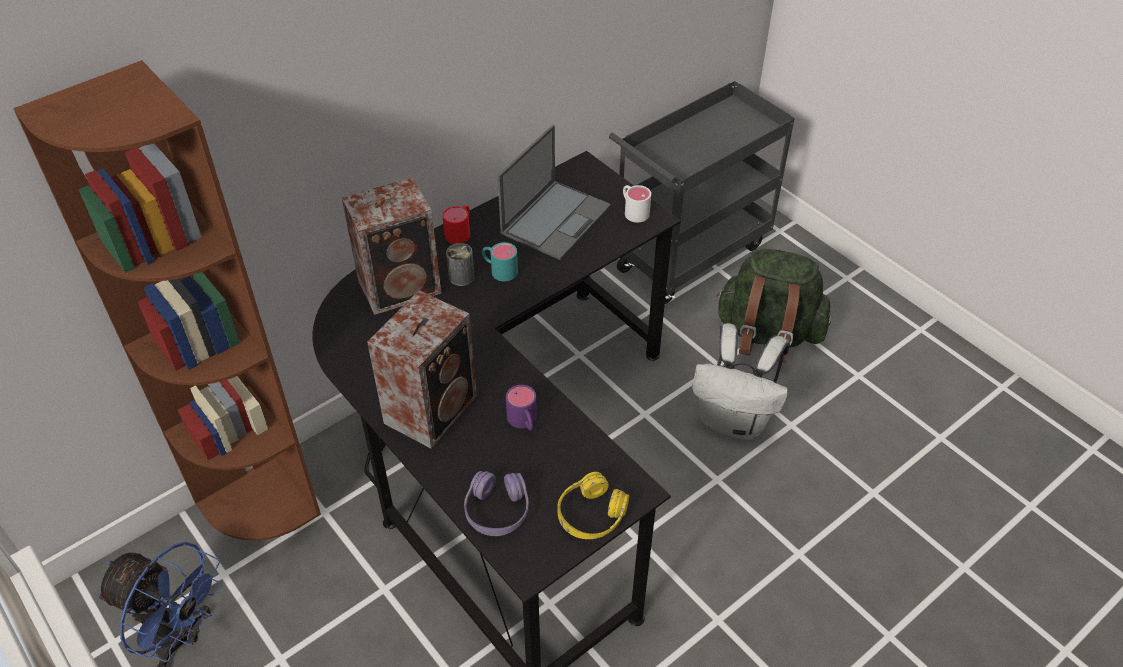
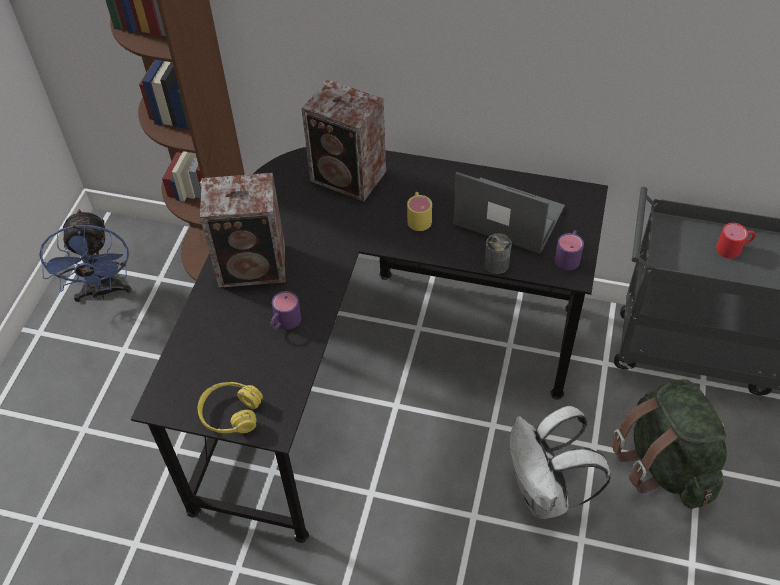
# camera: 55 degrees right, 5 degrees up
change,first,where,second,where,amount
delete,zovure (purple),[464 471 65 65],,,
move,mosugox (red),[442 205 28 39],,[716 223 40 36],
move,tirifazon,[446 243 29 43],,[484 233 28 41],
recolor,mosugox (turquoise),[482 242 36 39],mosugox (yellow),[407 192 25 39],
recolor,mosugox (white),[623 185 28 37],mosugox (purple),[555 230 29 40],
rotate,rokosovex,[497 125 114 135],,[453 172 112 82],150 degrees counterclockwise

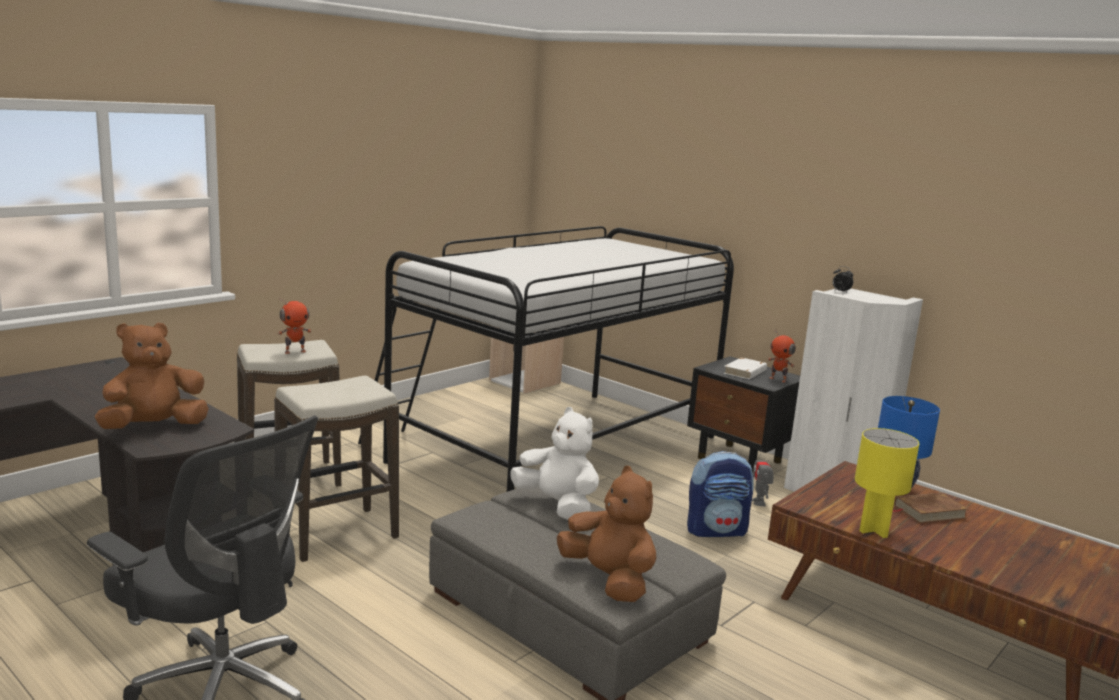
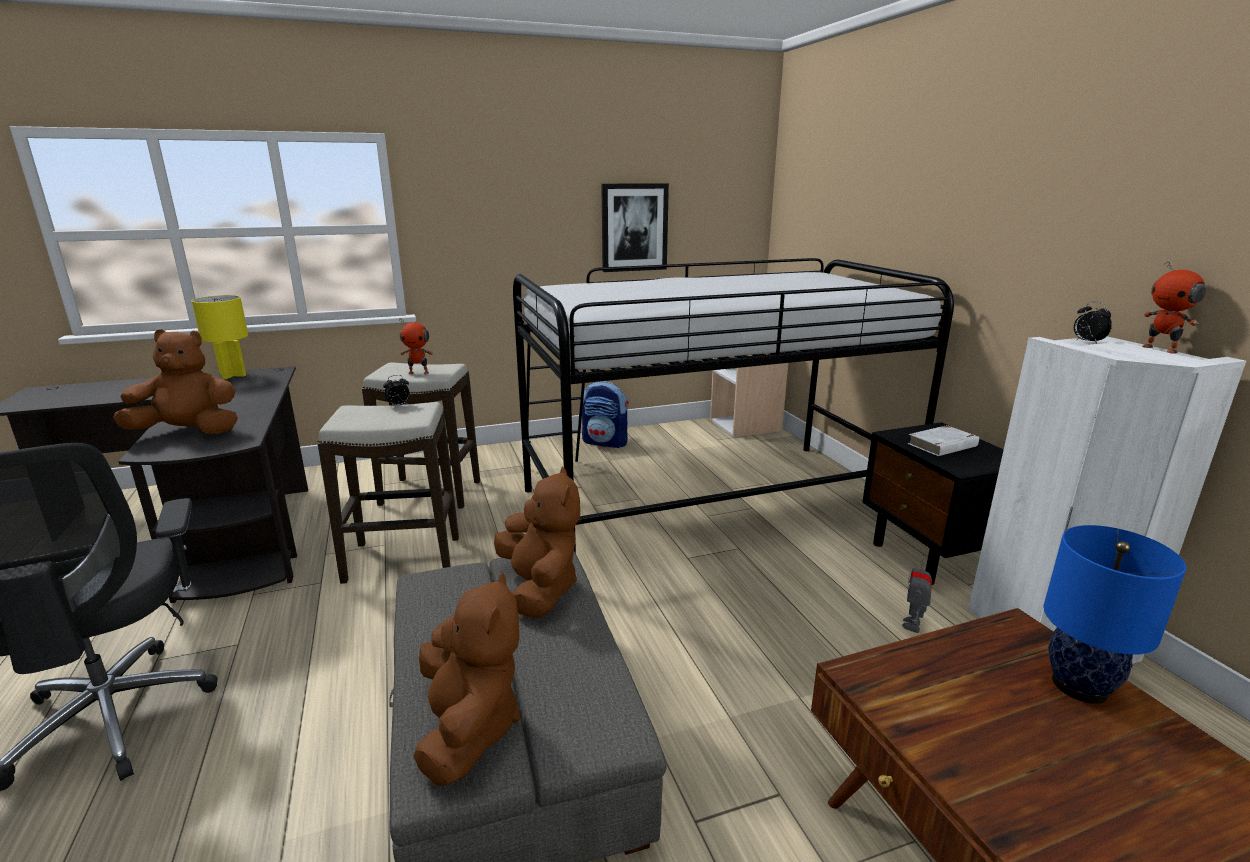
# camera: 30 degrees right, 5 degrees up
change,first,where,second,where,amount
delete,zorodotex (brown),[892 493 76 30],,,
insert,,,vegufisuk,[383 375 26 32],
insert,,,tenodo,[601 183 68 89],
move,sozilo,[687 451 67 86],,[582 381 47 67],
move,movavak,[768 330 28 53],,[1142 261 64 93],
move,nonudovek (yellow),[855 428 64 110],,[192 295 56 84],
recolor,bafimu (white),[510 407 89 113],bafimu (brown),[494 467 86 152],

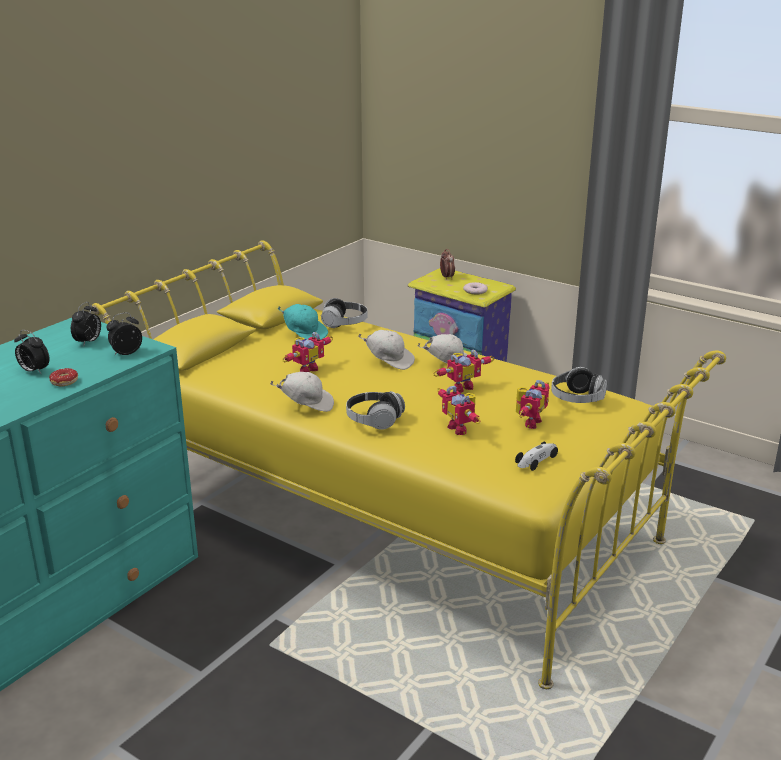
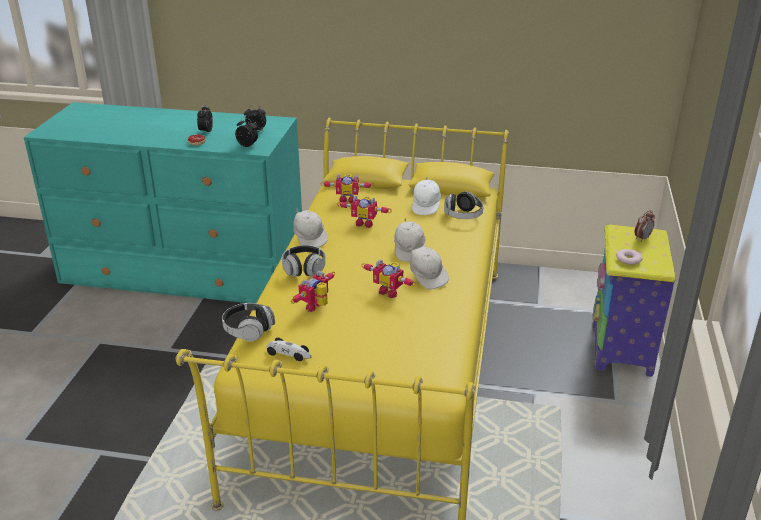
# camera: 65 degrees right, 5 degrees up
change,first,where,second,where,amount
move,movavak,[516 380 34 49],,[320 174 54 29],
move,zovure,[551 367 56 36],,[222 303 53 38],
recolor,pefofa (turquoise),[278 304 50 36],pefofa (white),[412 178 29 37],

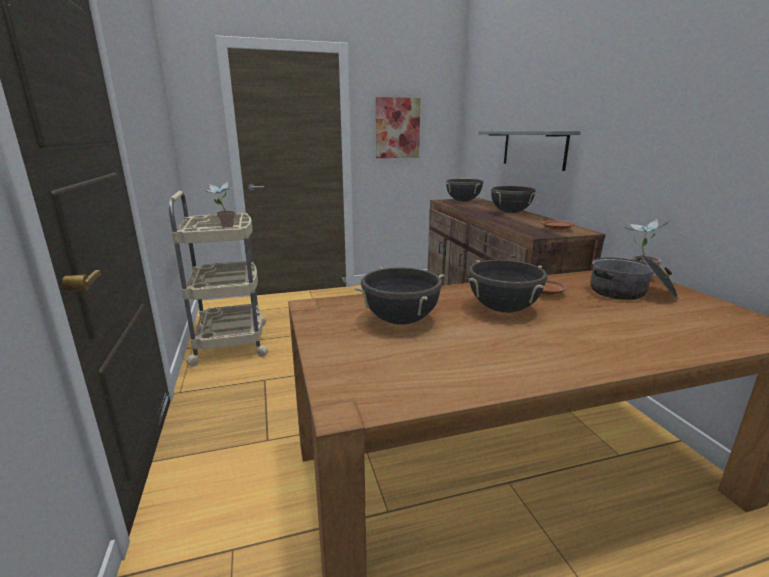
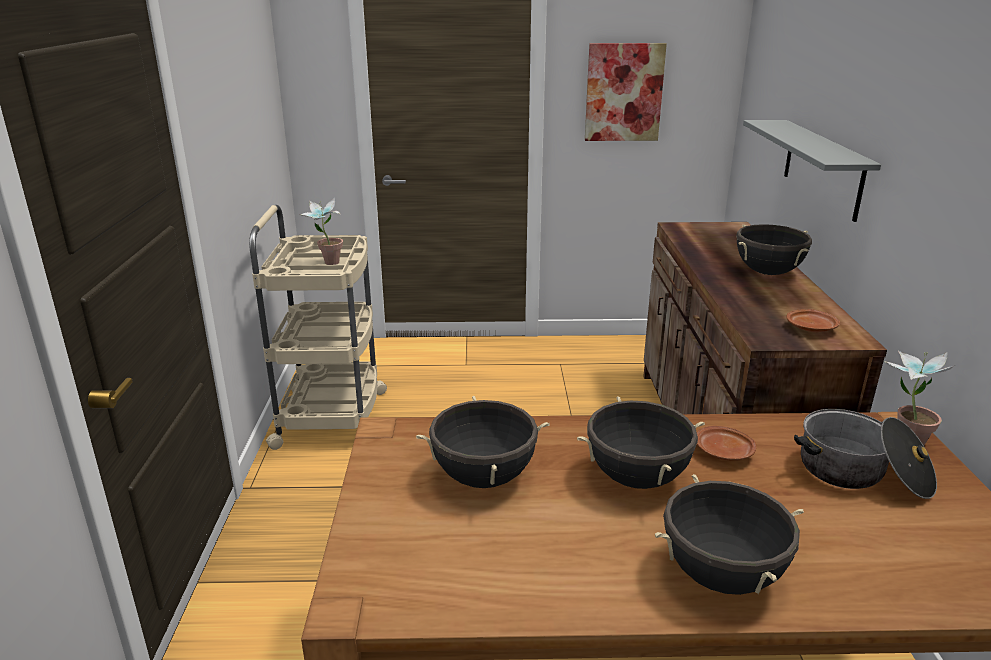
# camera: 15 degrees right, 5 degrees up
change,first,where,second,where,amount
move,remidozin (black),[446 179 37 23],,[655 474 149 121],

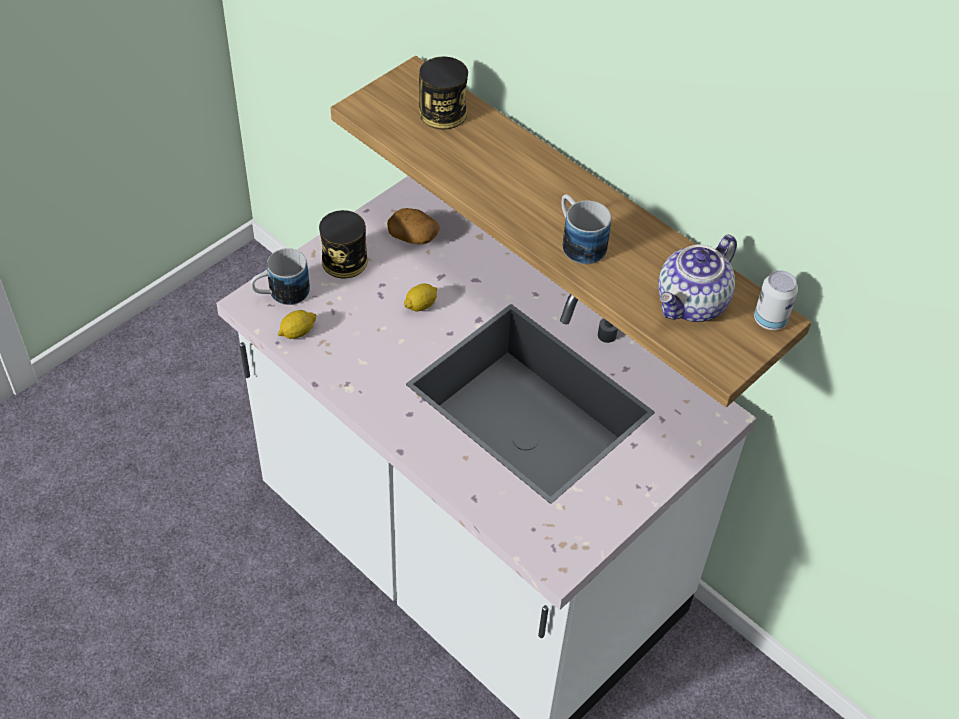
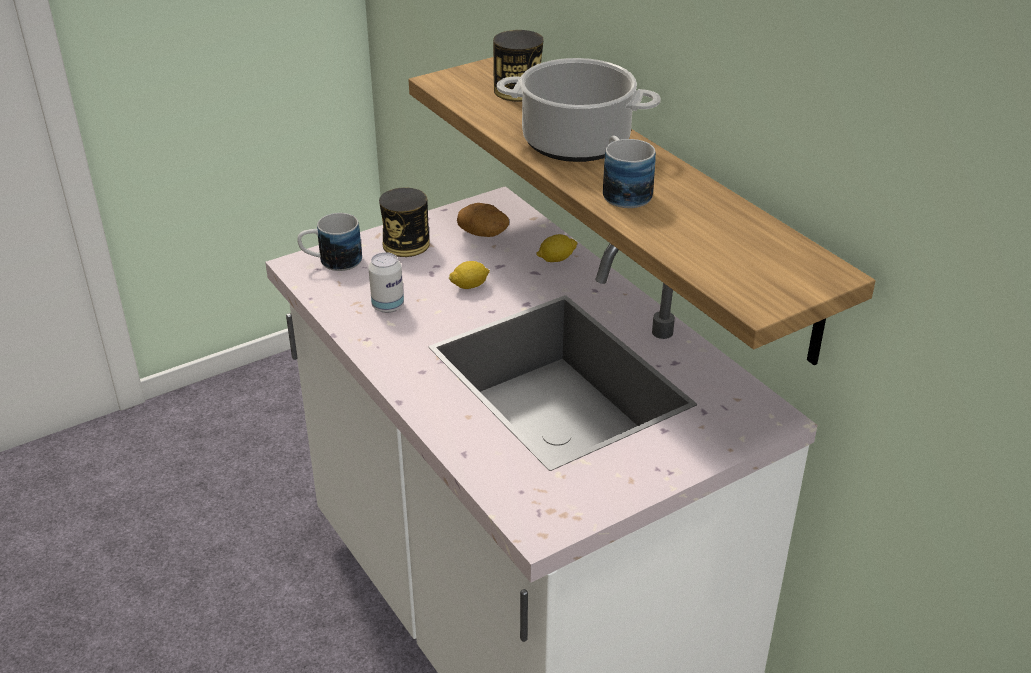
# camera: 15 degrees right, 15 degrees down
change,first,where,second,where,amount
delete,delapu,[658 235 79 87],,,
insert,,,remidozin,[497 58 164 104],
move,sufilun,[278 310 38 29],,[536 234 42 28],
move,tirifazon,[754 270 44 60],,[368 252 36 61],

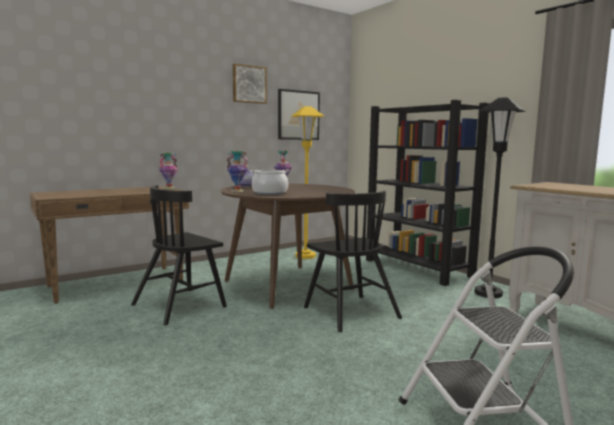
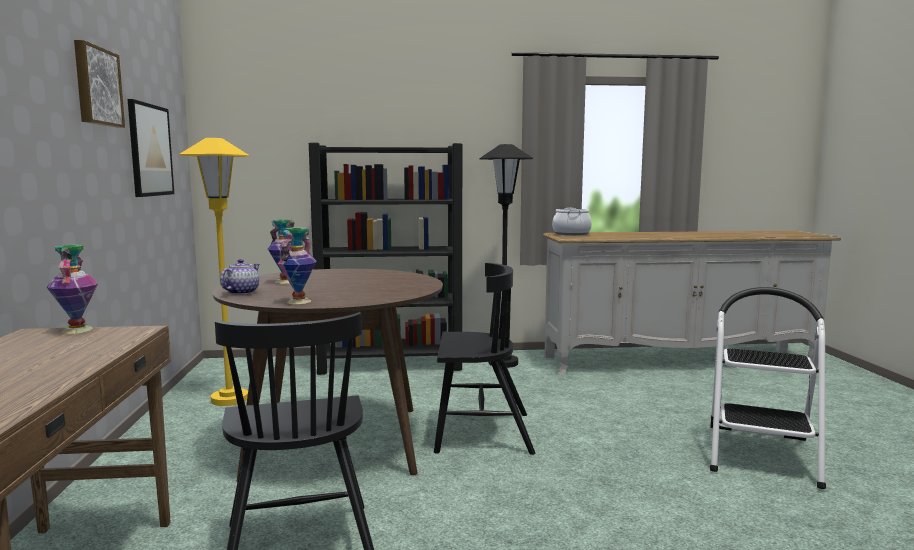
# camera: 60 degrees left, 0 degrees up
change,first,where,second,where,amount
move,remidozin,[251 169 38 26],,[552 208 40 27],

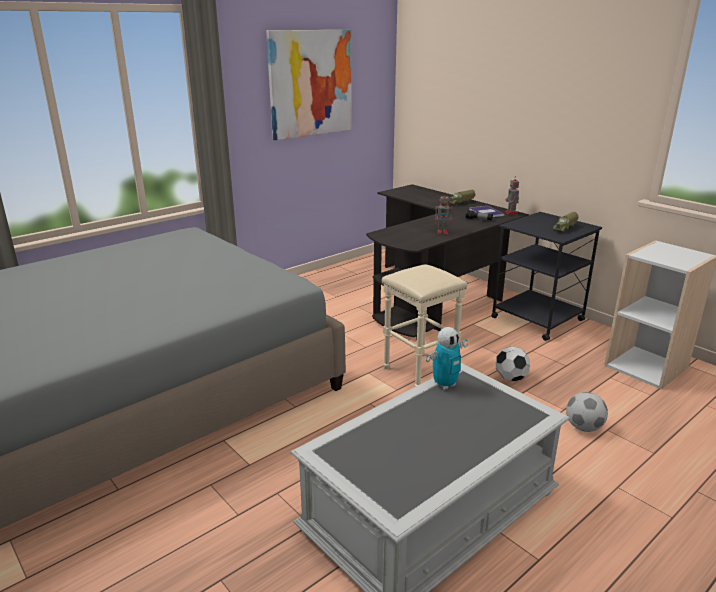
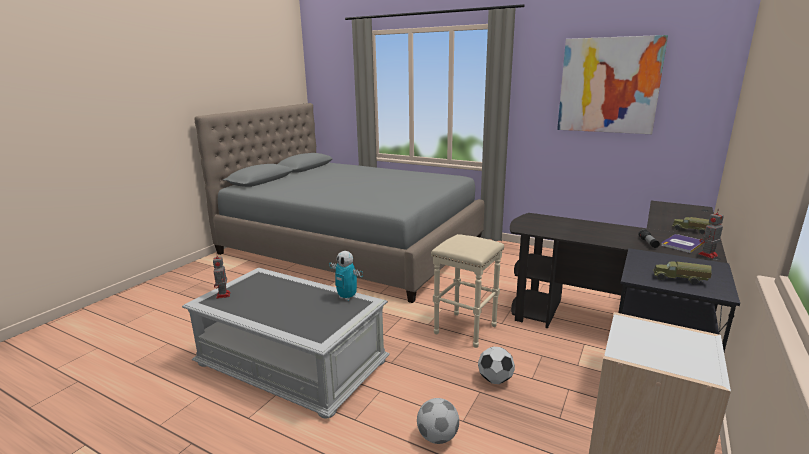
# camera: 70 degrees right, 5 degrees down
change,first,where,second,where,amount
move,movavak,[435 192 18 42],,[213 253 18 46],

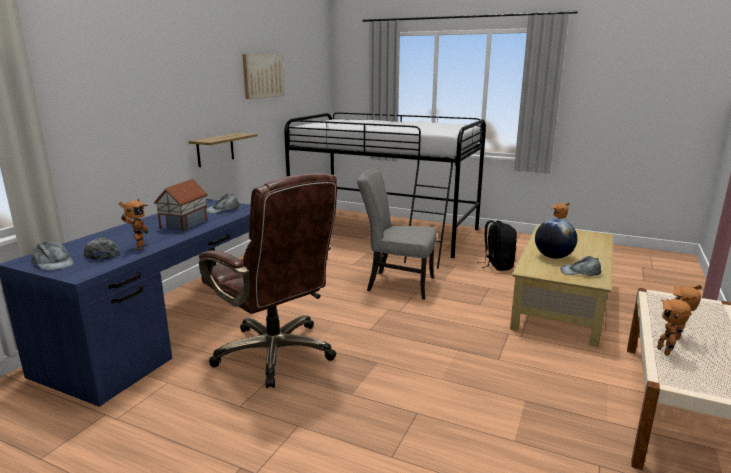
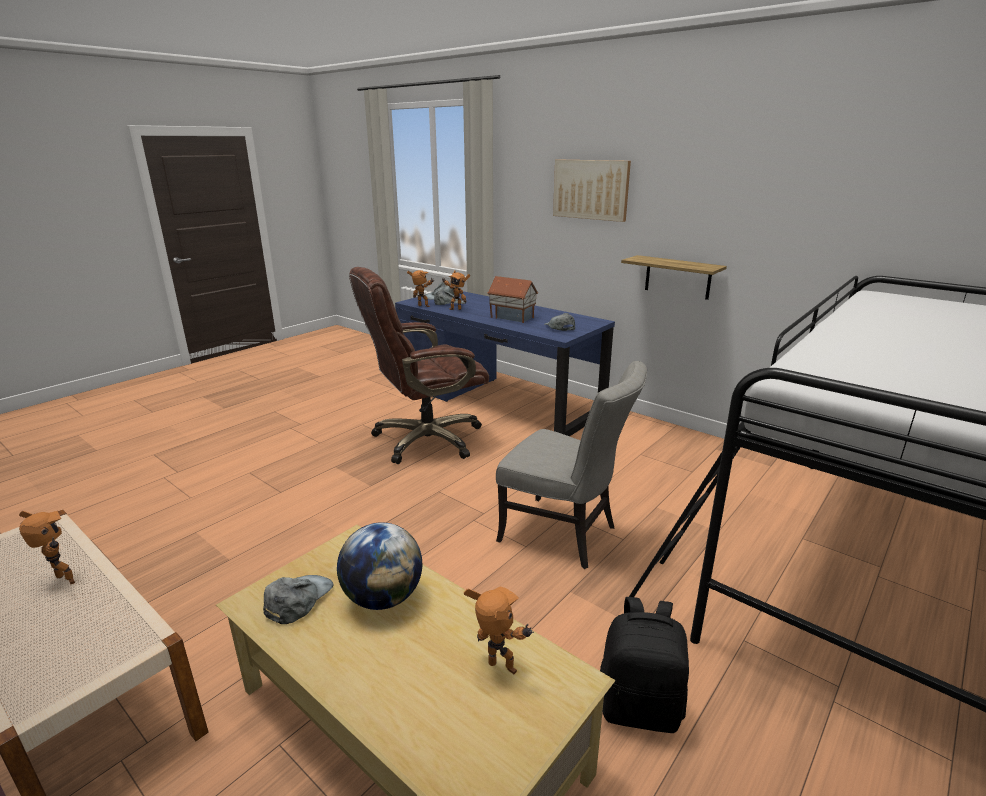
# camera: 105 degrees right, 5 degrees up
change,first,where,second,where,amount
move,tenodo,[243 54 41 45],,[553 160 78 62],
move,movavak,[657 296 35 60],,[407 270 27 37],
rotate,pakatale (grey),[357 168 80 132],,[496 361 151 208],90 degrees clockwise

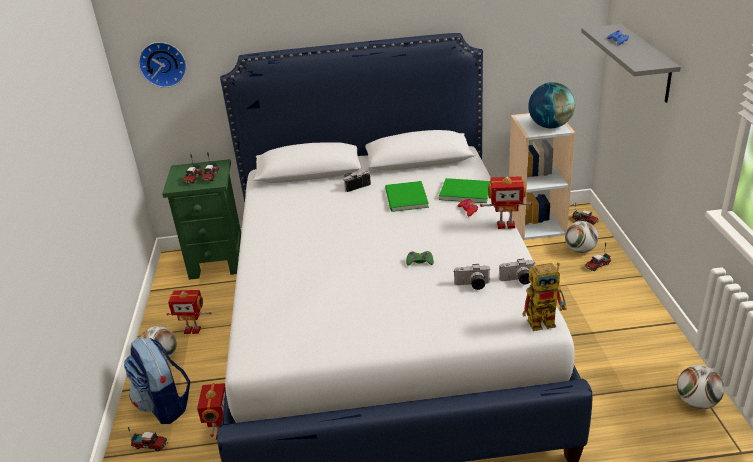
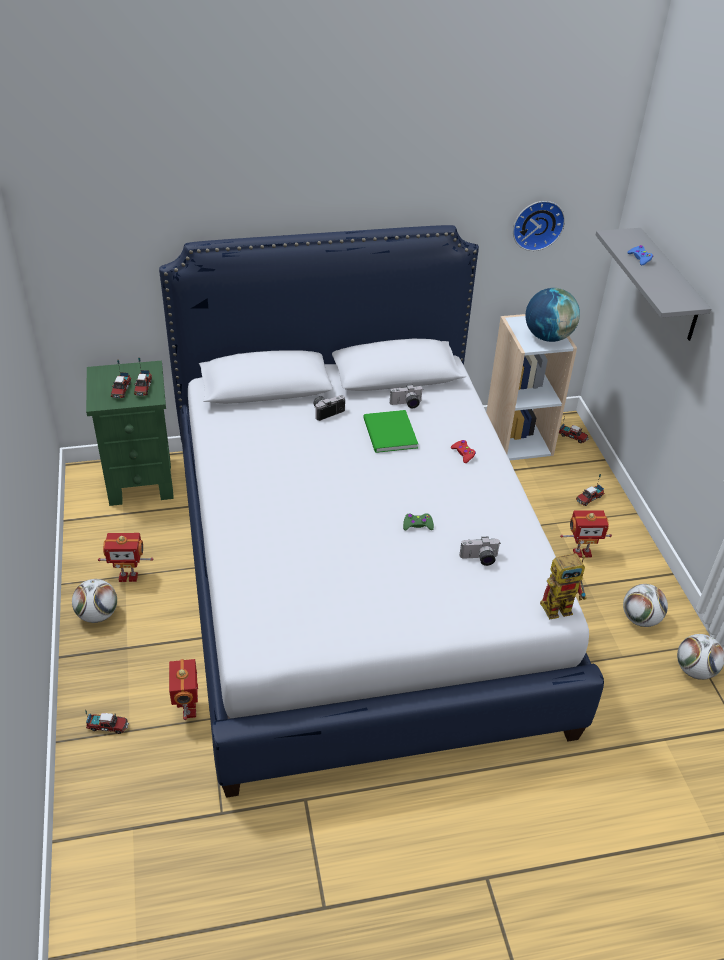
# camera: 10 degrees left, 10 degrees up
change,first,where,second,where,amount
delete,sozilo,[124 337 66 87],,,
delete,zorodotex (green),[439 178 51 25],,,
move,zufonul,[138 42 49 46],,[513 201 52 50],
move,movavak,[480 176 53 53],,[560 510 52 48],
move,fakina,[499 259 36 25],,[390 384 33 24],
move,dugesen,[565 221 33 32],,[623 584 45 43],

